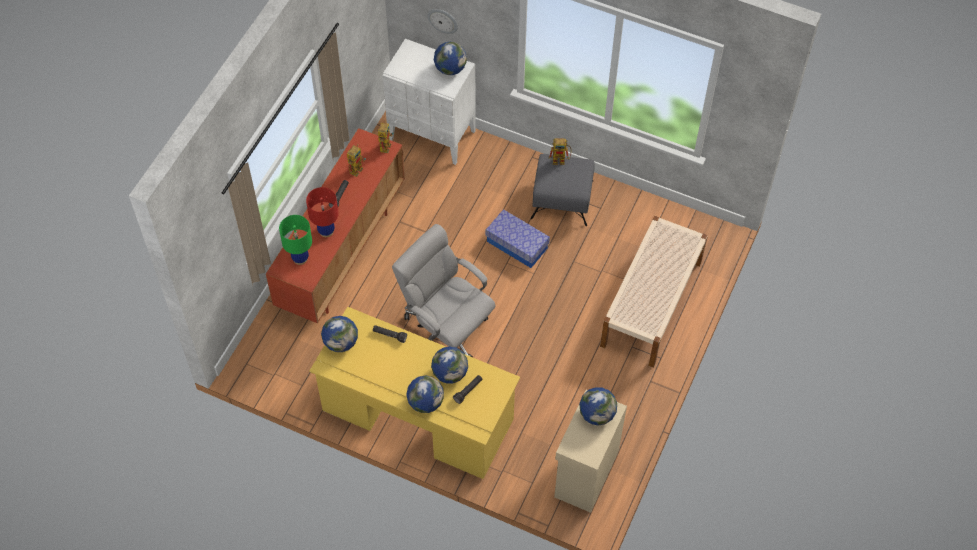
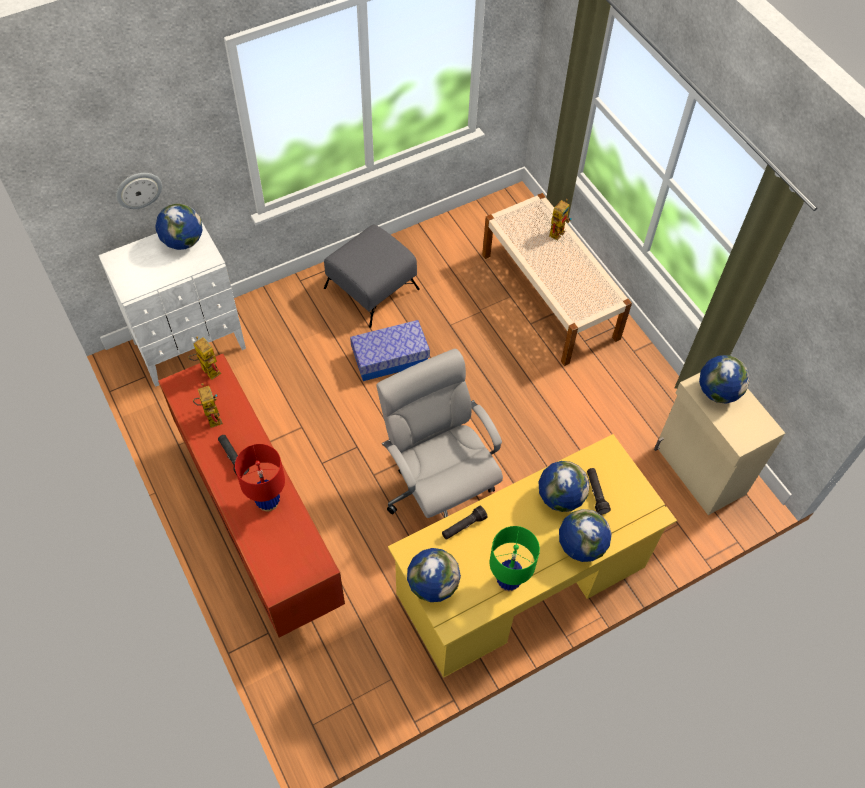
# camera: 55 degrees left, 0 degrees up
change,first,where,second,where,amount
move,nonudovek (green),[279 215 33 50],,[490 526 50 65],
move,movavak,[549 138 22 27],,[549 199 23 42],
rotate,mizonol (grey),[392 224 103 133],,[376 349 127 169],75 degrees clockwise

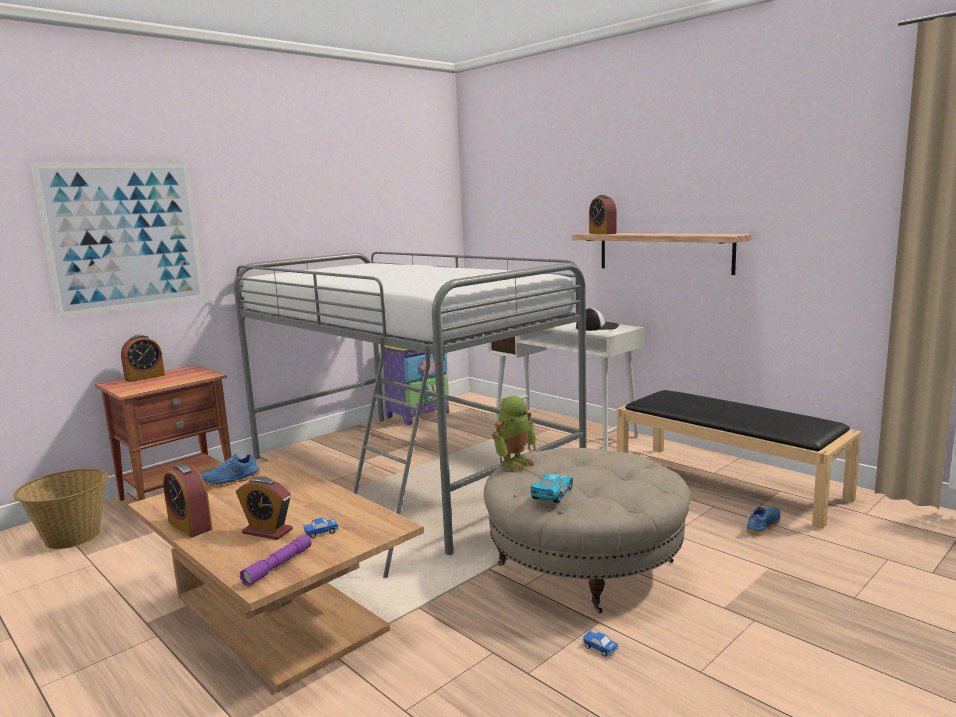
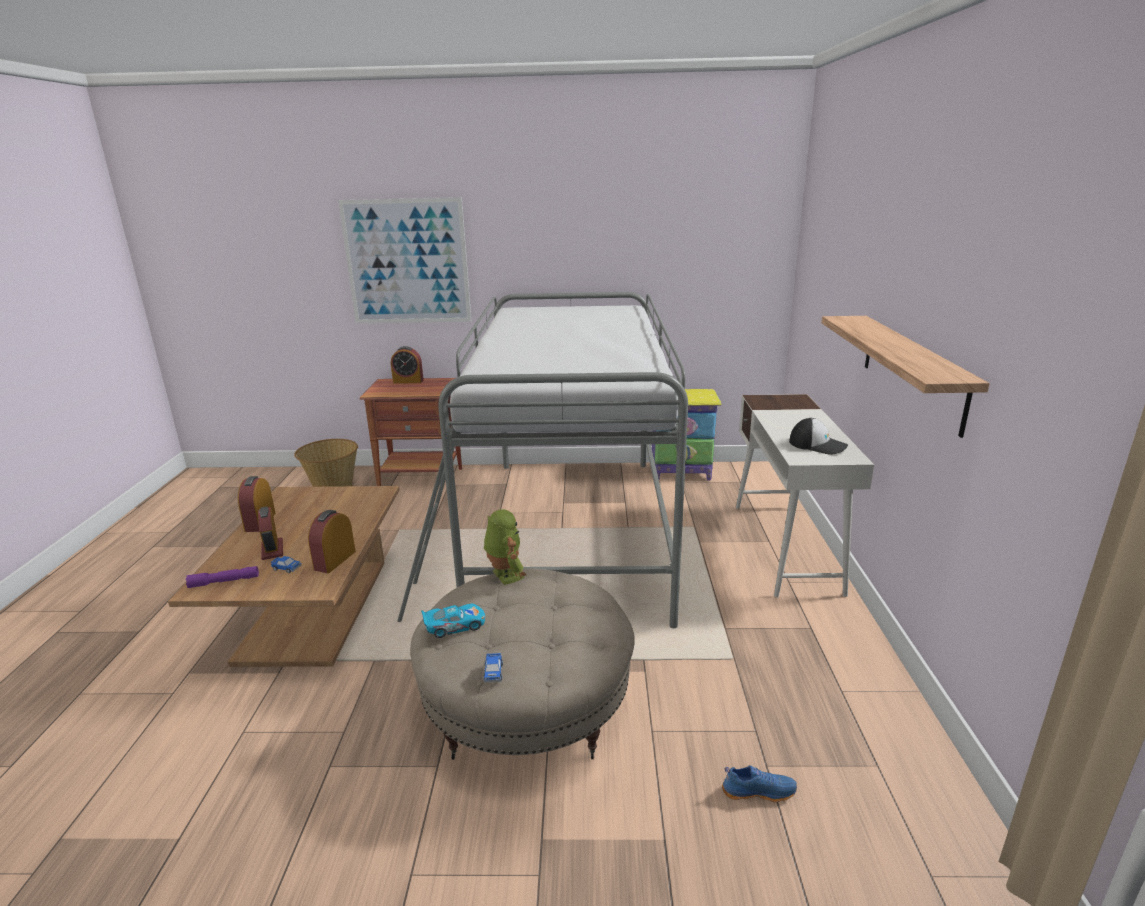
# camera: 45 degrees right, 10 degrees up
change,first,where,second,where,amount
delete,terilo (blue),[201 451 59 36],,,
delete,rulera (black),[617 390 244 139],,,
move,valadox,[583 630 36 27],,[483 653 20 30],
move,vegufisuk,[589 195 28 40],,[308 510 48 63],
rotate,movavak,[492 396 45 74],,[484 509 42 76],120 degrees counterclockwise

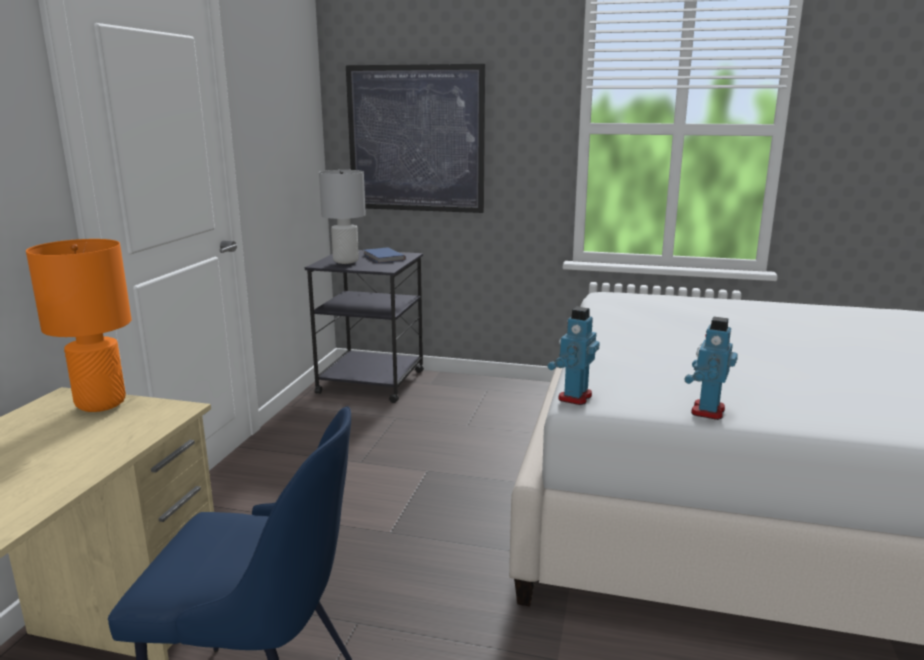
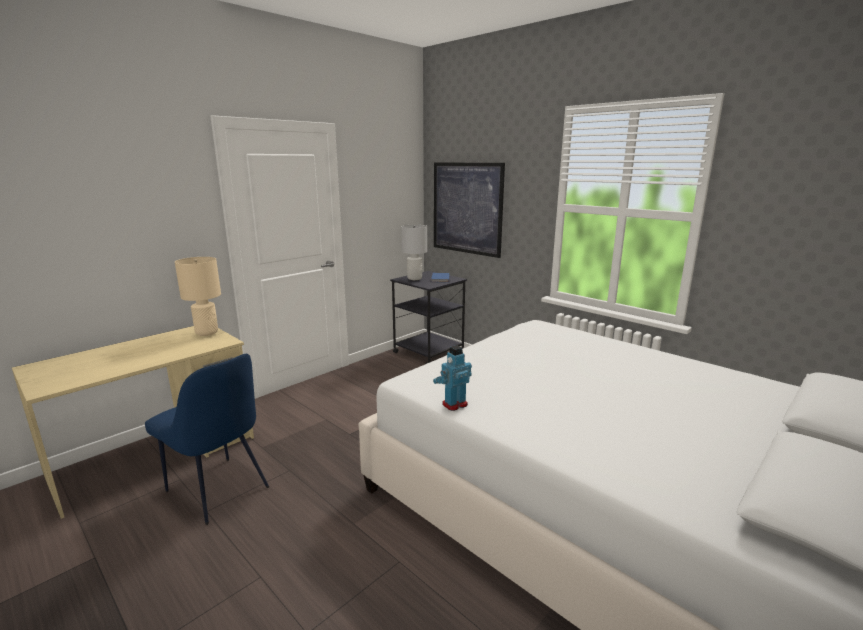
# camera: 30 degrees right, 0 degrees up
change,first,where,second,where,amount
delete,movavak,[548 307 52 98],,,
recolor,nonudovek (orange),[26 239 106 173],nonudovek (beige),[175 257 46 79],

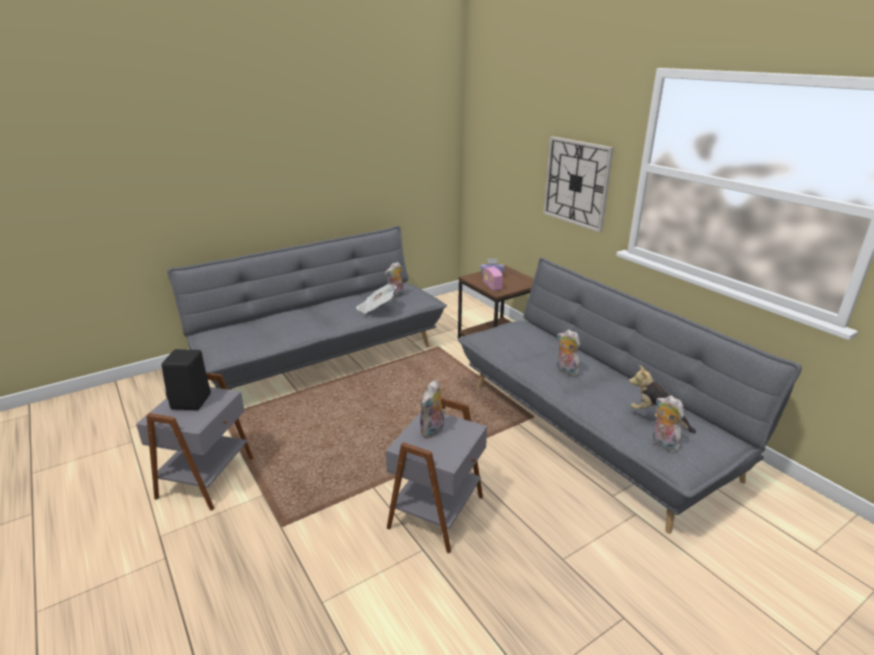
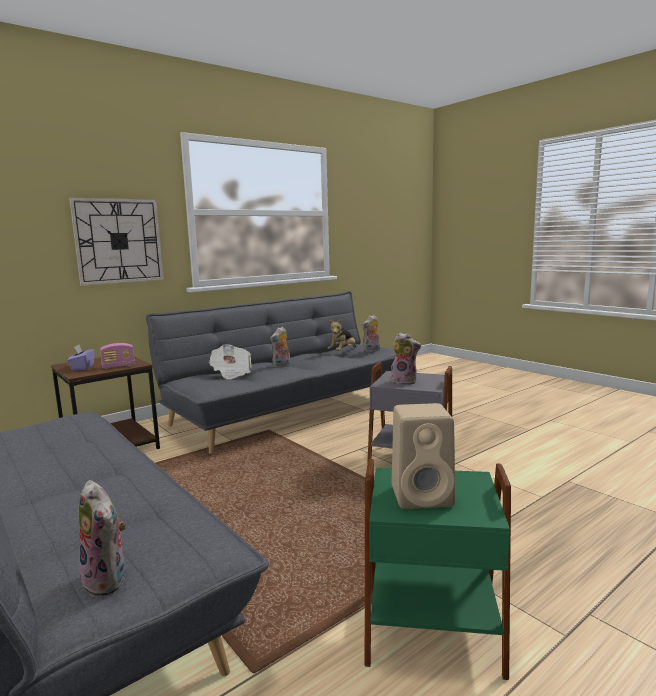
# camera: 95 degrees left, 15 degrees down
change,first,where,second,where,amount
move,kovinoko,[356 284 41 30],,[209 344 42 35],
move,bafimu,[385 262 19 37],,[79 480 47 117],
recolor,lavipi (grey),[136 372 118 139],lavipi (green),[364 459 147 221],
recolor,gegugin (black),[162 349 49 61],gegugin (beige),[392 403 63 106],

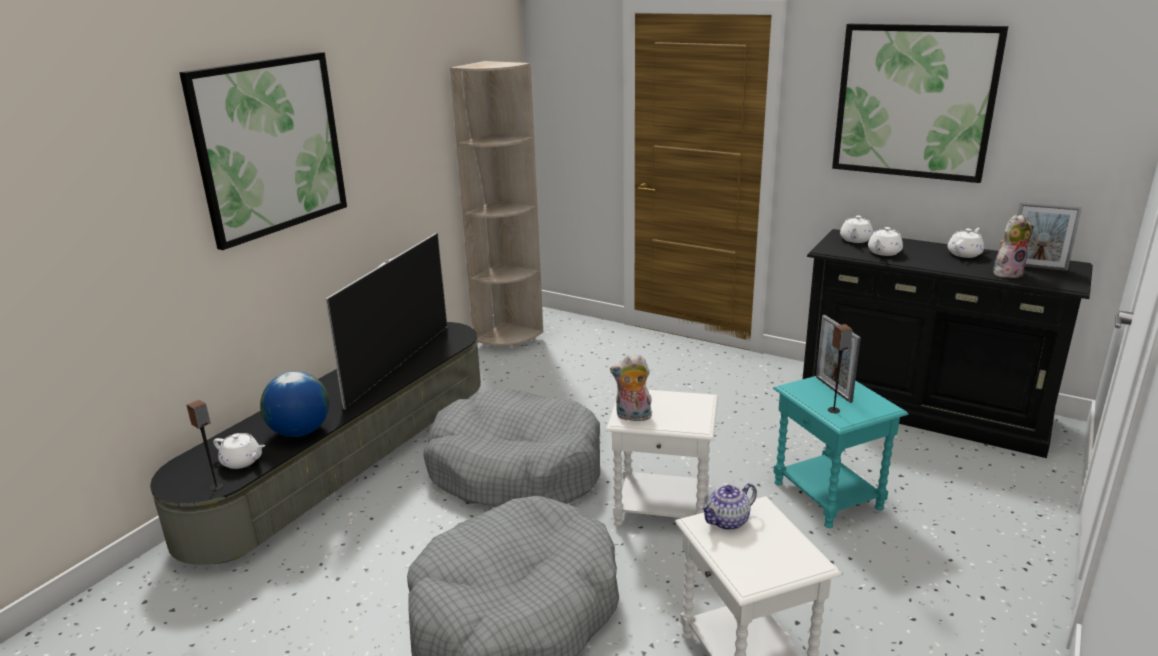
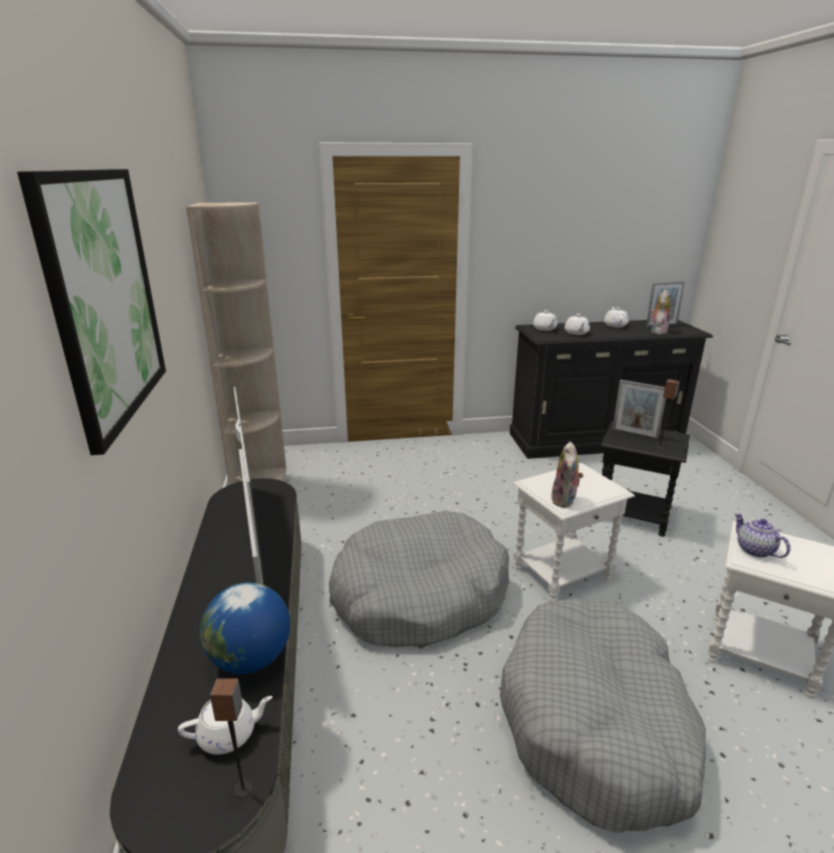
# camera: 40 degrees left, 0 degrees up
change,first,where,second,where,amount
delete,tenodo,[832 24 176 159],,,
recolor,lavipi (turquoise),[773 376 136 152],lavipi (black),[600 421 90 116],
rotate,bafimu,[610 355 42 66],,[551 442 32 66],45 degrees counterclockwise
rotate,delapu,[700 483 57 47],,[734 513 57 45],135 degrees clockwise

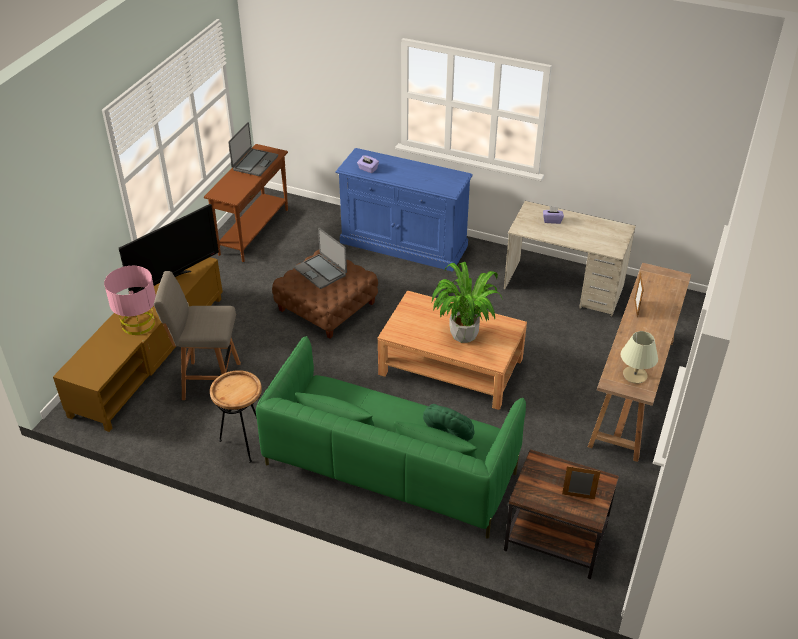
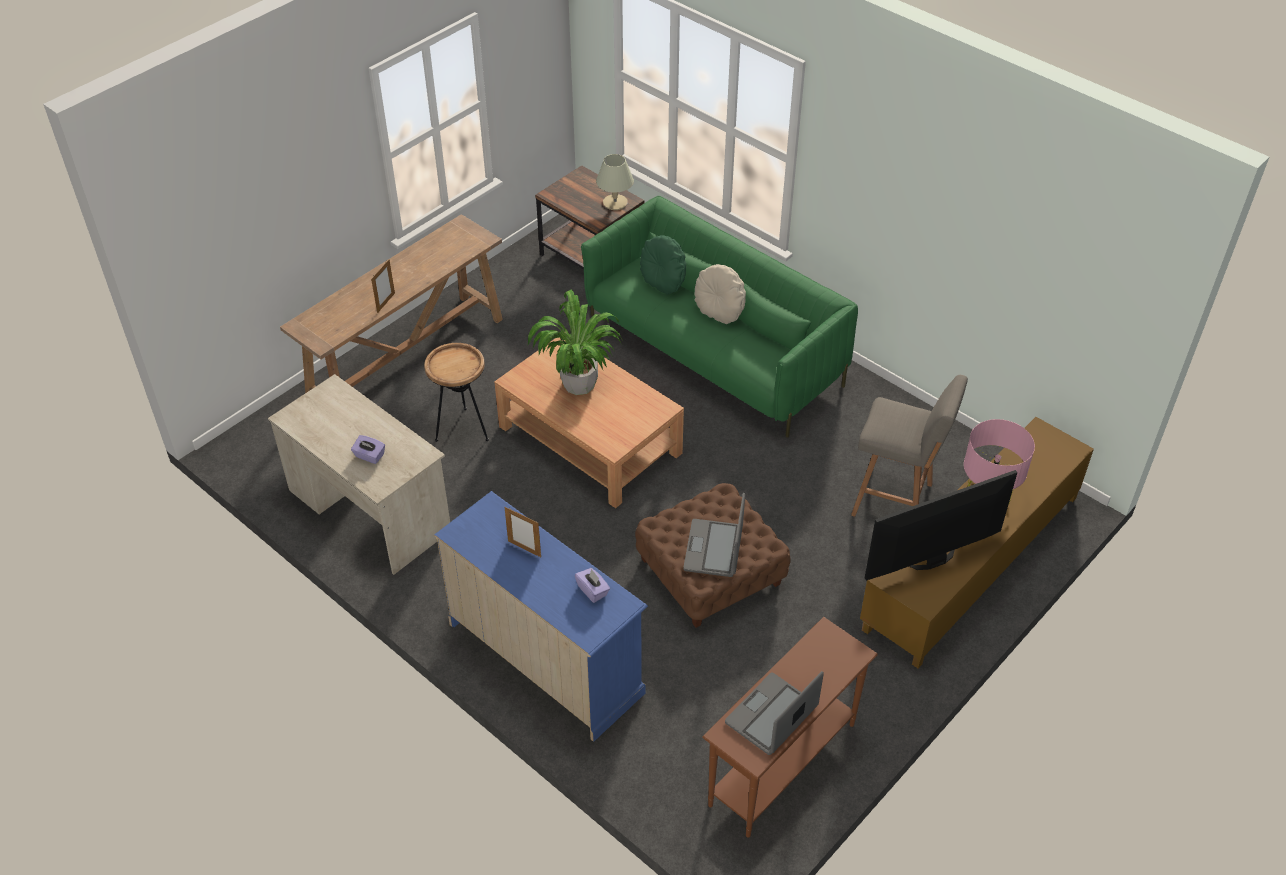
# camera: 160 degrees left, 5 degrees up
change,first,where,second,where,amount
insert,,,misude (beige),[695 264 51 60],
move,lavipi (brown),[210 370 52 93],,[424 343 65 99],
move,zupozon,[562 466 39 33],,[504 507 37 50],
move,nonudovek (beige),[621 331 37 53],,[596 154 38 56],
rotate,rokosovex,[294 228 53 61],,[683 493 62 84],150 degrees counterclockwise

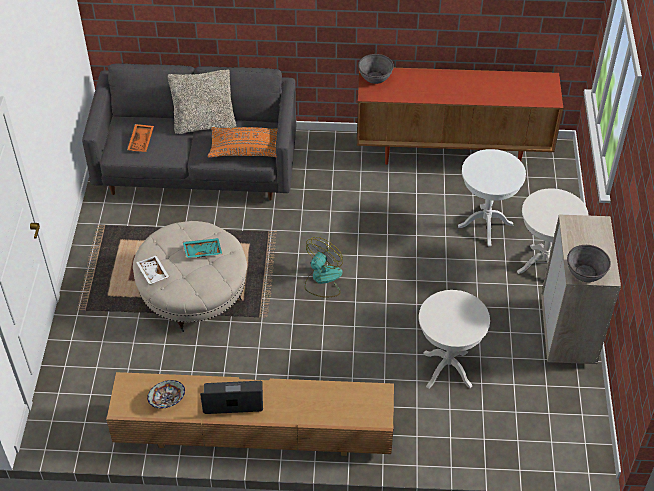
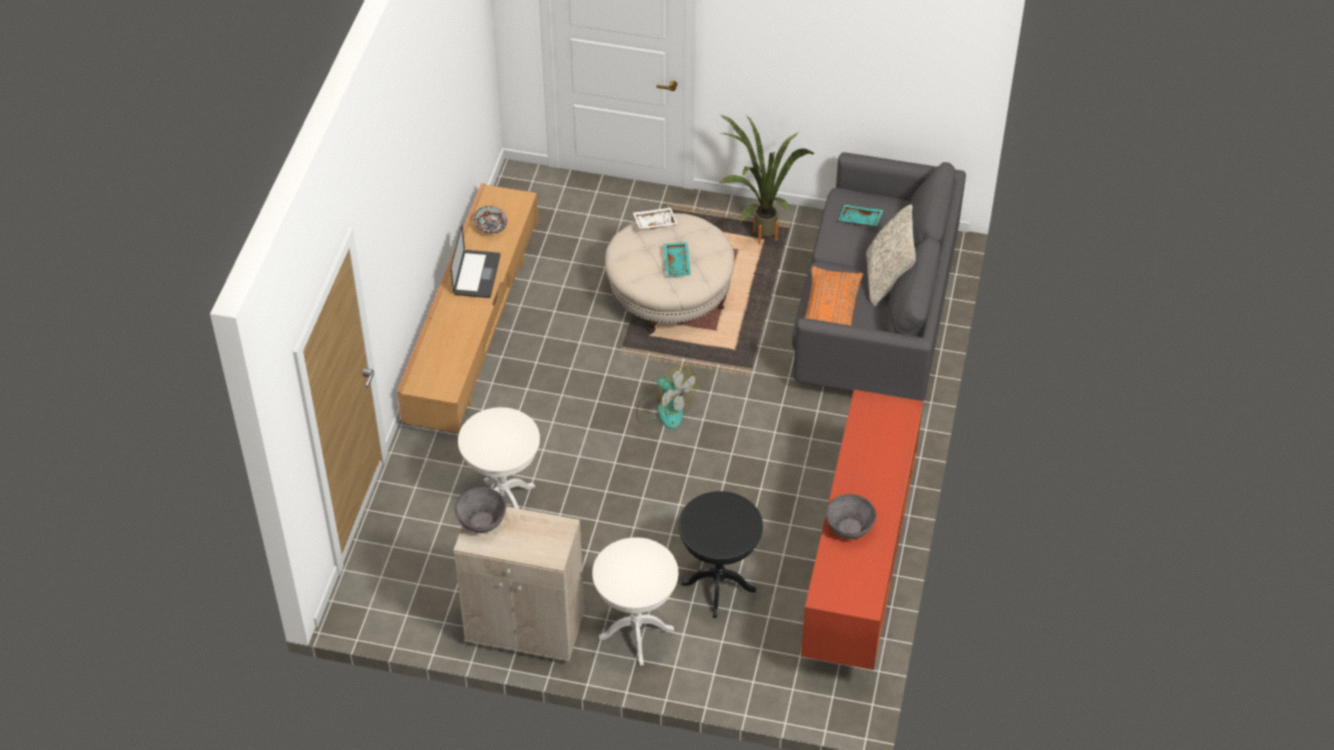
# camera: 100 degrees right, 0 degrees up
change,first,where,second,where,amount
insert,,,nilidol,[718 115 97 129],
move,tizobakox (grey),[358 54 36 30],,[826 494 51 45],
recolor,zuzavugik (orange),[127 124 27 28],zuzavugik (turquoise),[838 205 45 21],
recolor,lavipi (white),[458 149 68 97],lavipi (black),[678 491 85 127],

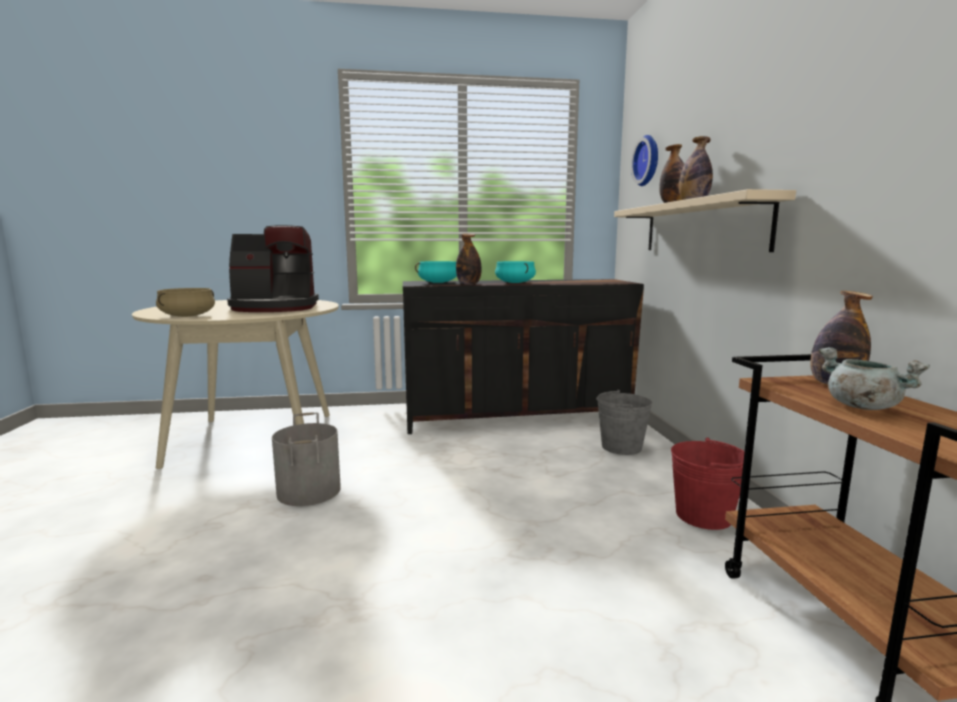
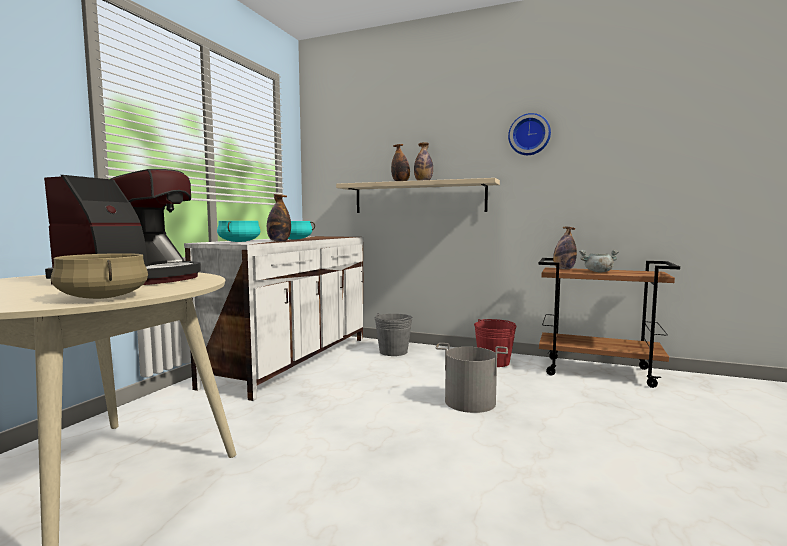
# camera: 60 degrees left, 5 degrees down
change,first,where,second,where,amount
move,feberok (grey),[272 412 69 94],,[436 343 72 70],
move,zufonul,[631 135 27 51],,[508 113 43 42],
recolor,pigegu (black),[403 279 241 155],pigegu (white),[184 236 180 165],

